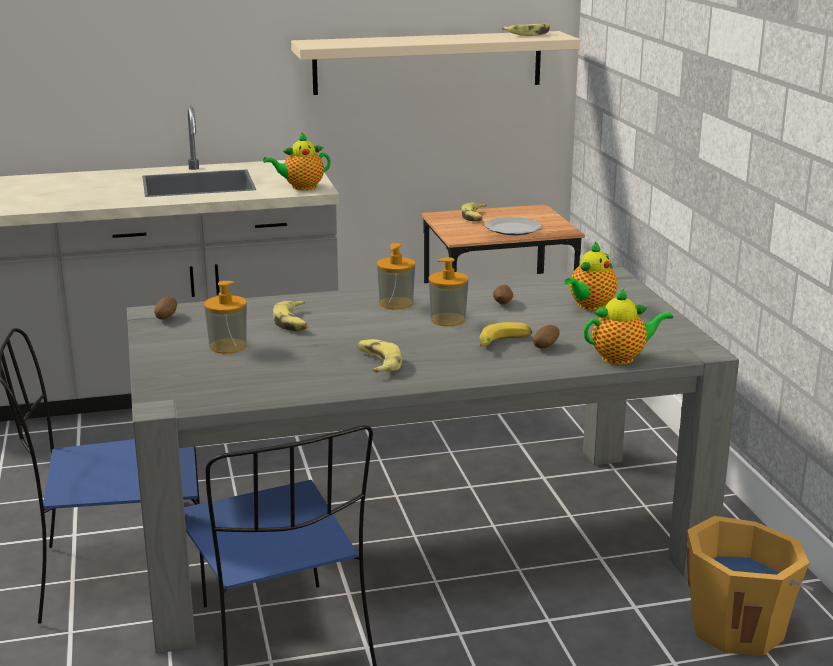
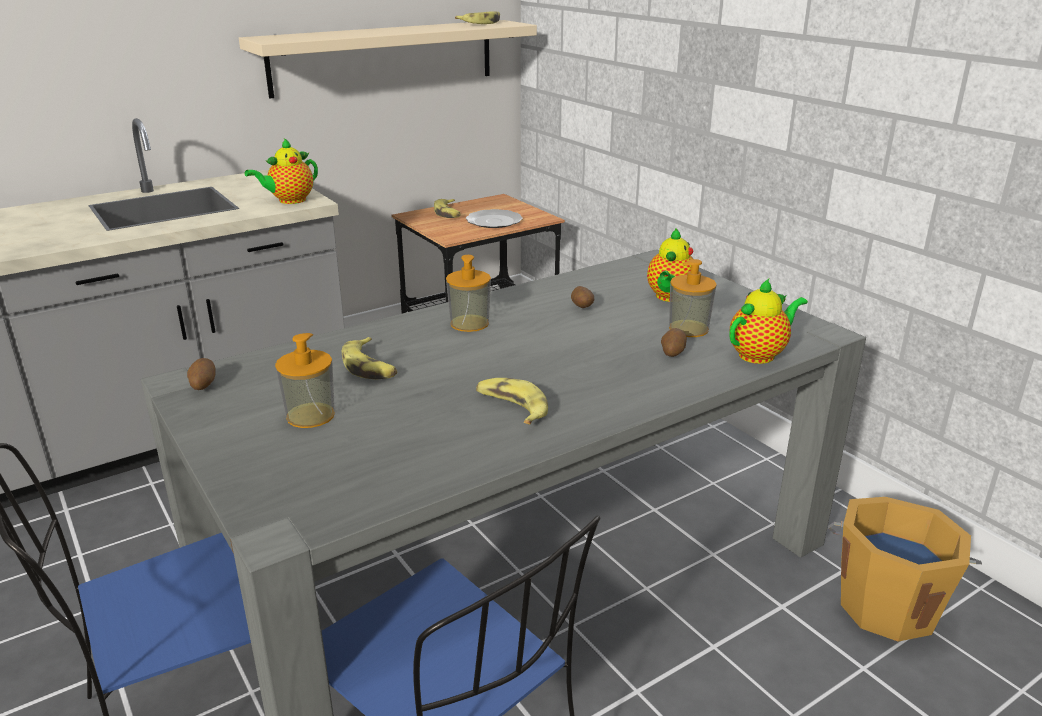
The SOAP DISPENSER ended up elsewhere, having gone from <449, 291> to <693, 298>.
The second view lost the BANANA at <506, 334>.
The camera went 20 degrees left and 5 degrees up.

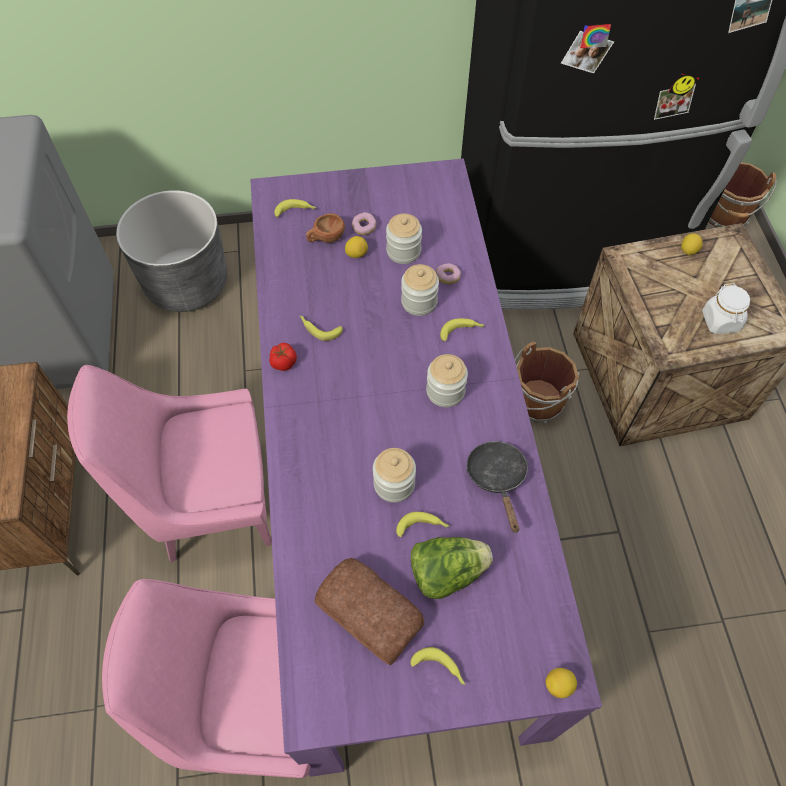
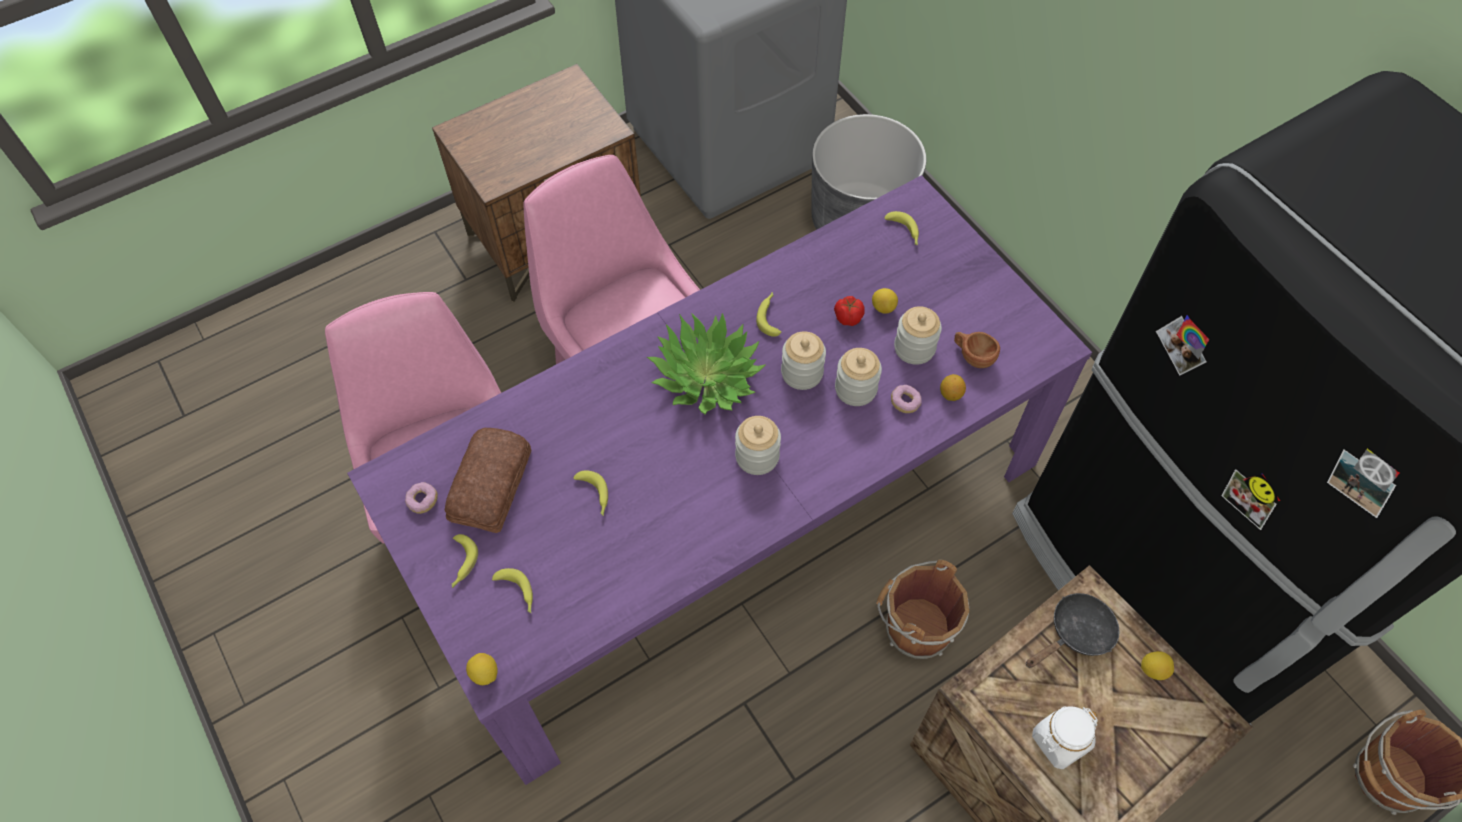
The TOMATO ended up elsewhere, having gone from <283, 357> to <849, 311>.
The BROWN CUP ended up elsewhere, having gone from <325, 228> to <977, 350>.
The DONUT ended up elsewhere, having gone from <364, 223> to <421, 498>.
The JAR ended up elsewhere, having gone from <394, 475> to <803, 360>.
The second view lost the LETTUCE at <452, 568>.
The BANANA ended up elsewhere, having gone from <462, 329> to <512, 590>.
The BLACK FRYING PAN ended up elsewhere, having gone from <497, 487> to <1073, 630>.
The second view gained the POTTED PLANT at <706, 363>.
The second view gained the LEMON at <953, 387>.
The camera went 65 degrees right and 0 degrees up.

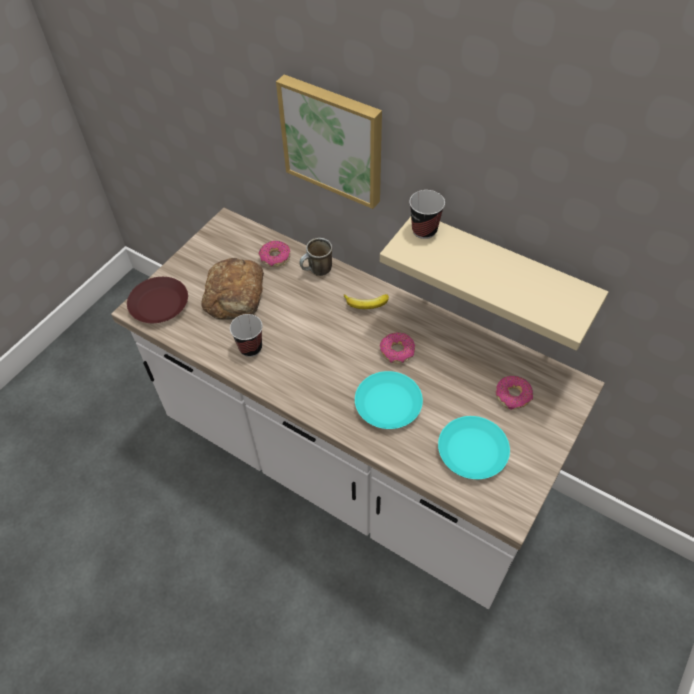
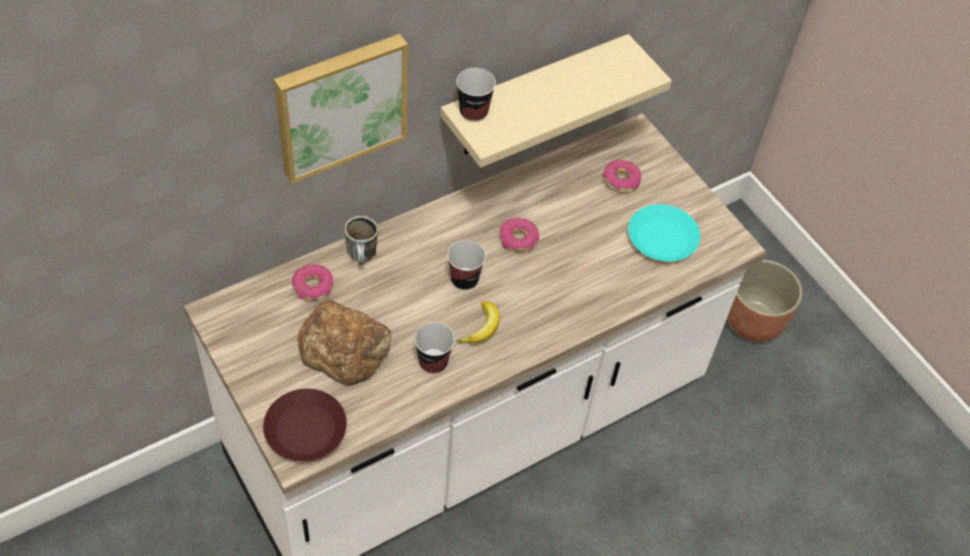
The BANANA ended up elsewhere, having gone from <366, 301> to <478, 322>.
The second view lost the TURQUOISE PLATE at <389, 400>.
The second view gained the CUP at <467, 265>.
The second view gained the PLANTER at <764, 301>.
The camera went 70 degrees left and 0 degrees up.

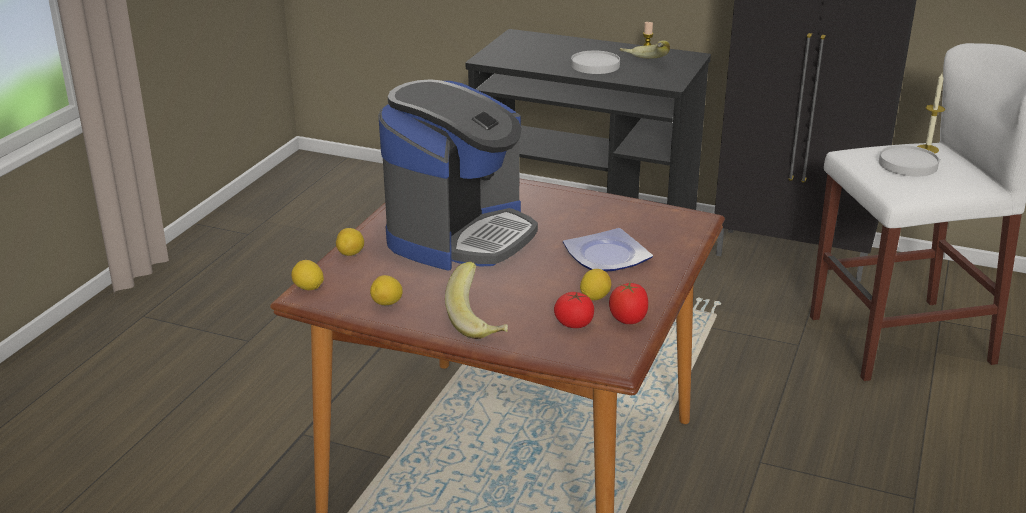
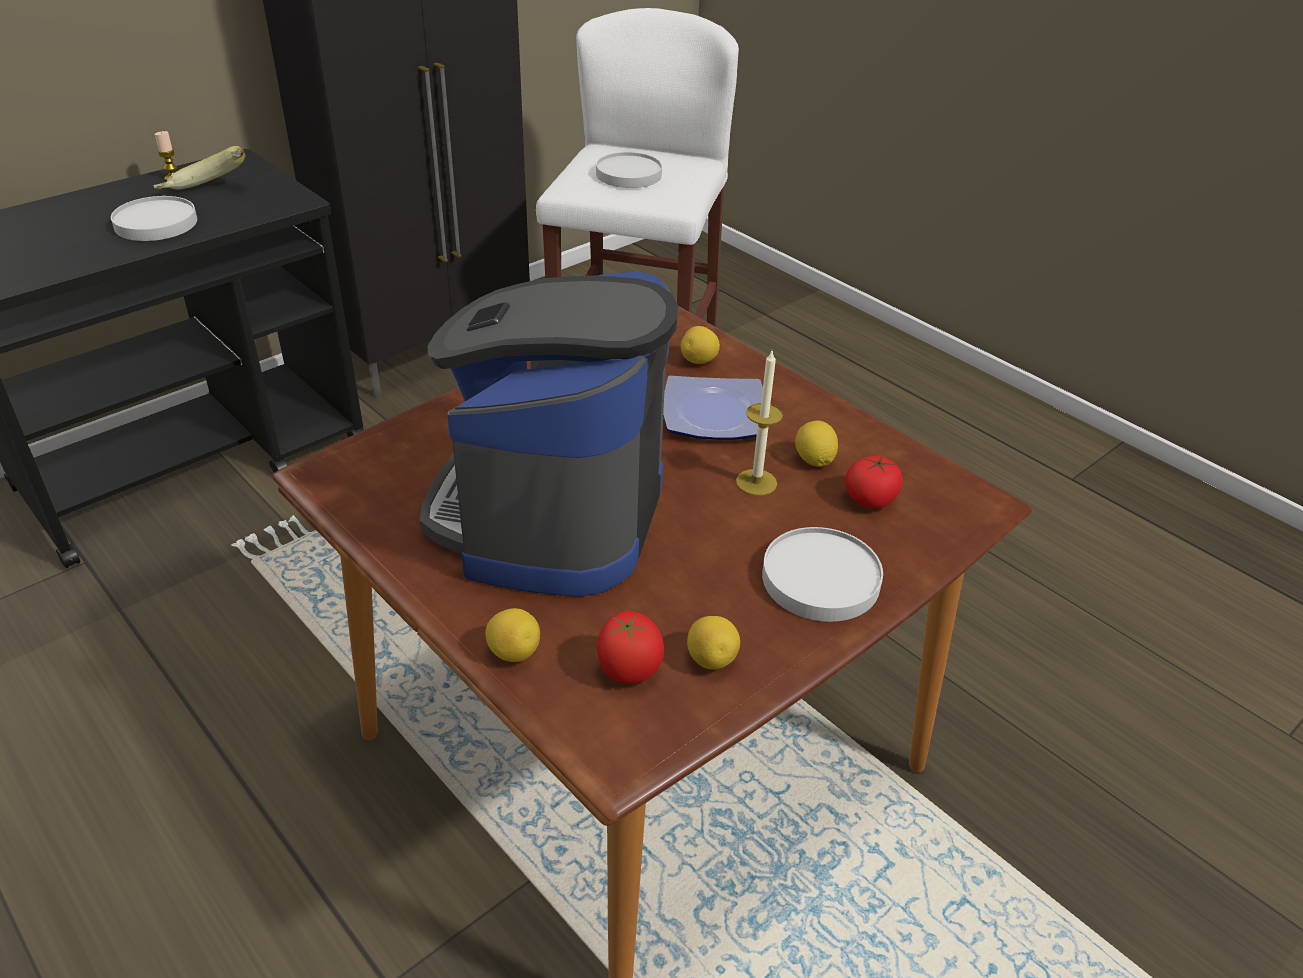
The LEMON ended up elsewhere, having gone from <307, 275> to <700, 345>.
The COFFEE MACHINE at <458, 174> ended up facing another way, 135 degrees counterclockwise from before.
Where the BANANA stood at <476, 300>, the WHITE PLATE came to stand at <822, 574>.
The TOMATO ended up elsewhere, having gone from <628, 302> to <630, 647>.
The CANDLE ended up elsewhere, having gone from <931, 113> to <759, 423>.
The camera went 65 degrees left and 10 degrees up.

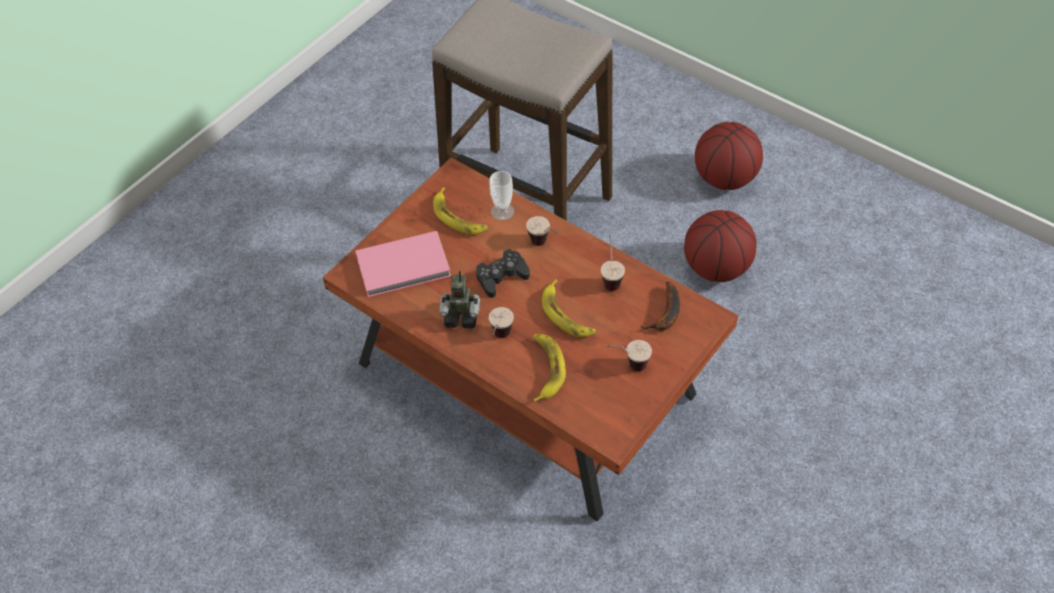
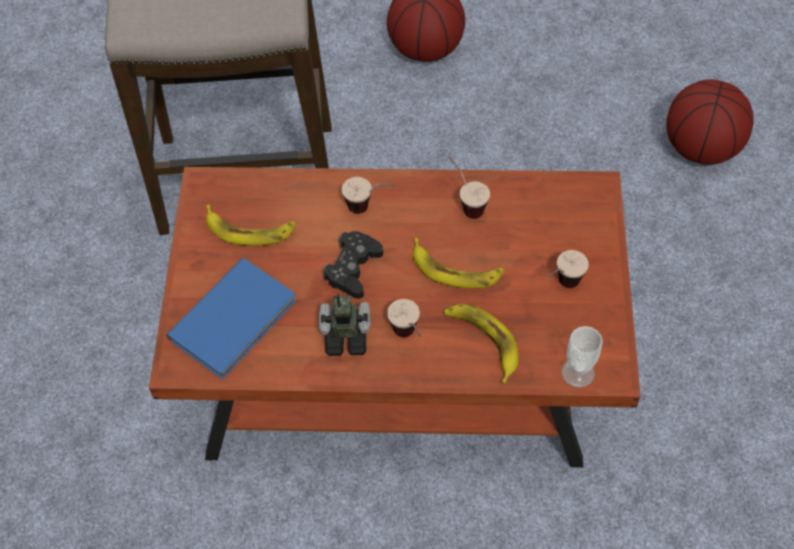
What was the PINK BOOK at <403, 264> turned into the BLUE BOOK at <231, 319>.
The TOY ROBOT at <459, 299> ended up facing another way, 150 degrees counterclockwise from before.
The CUP ended up elsewhere, having gone from <502, 195> to <582, 357>.
The second view lost the BANANA at <660, 306>.
The BASKETBALL ended up elsewhere, having gone from <720, 246> to <710, 122>.
The camera went 35 degrees left and 5 degrees up.

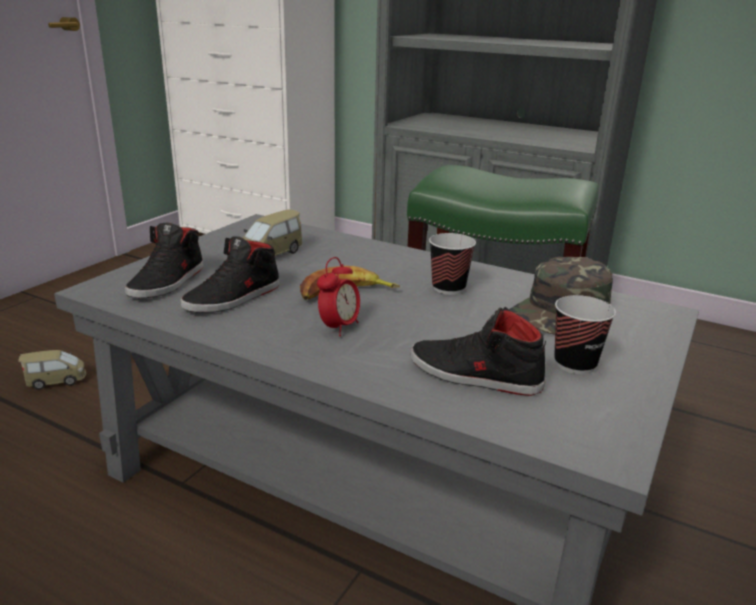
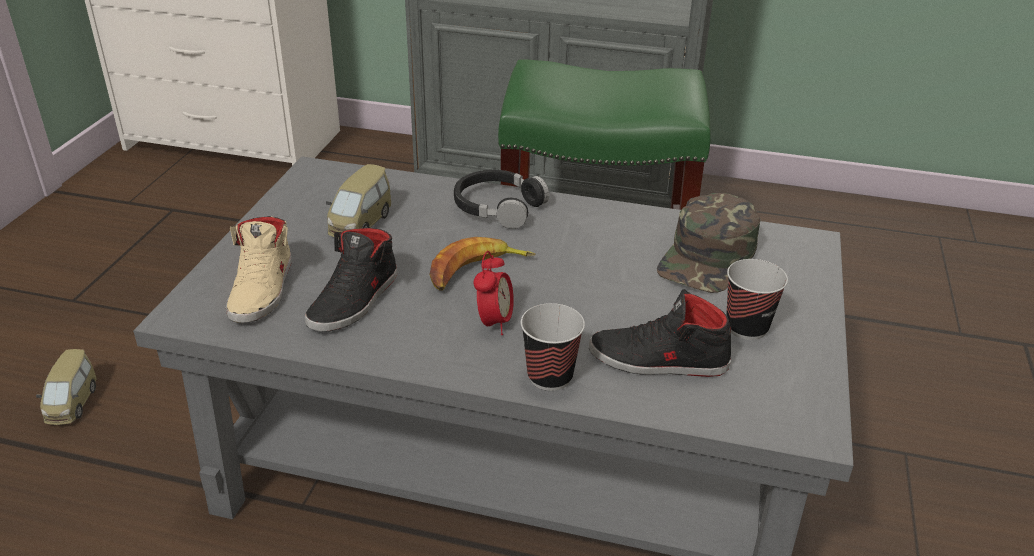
The TOY CAR at <52, 370> ended up facing another way, 120 degrees clockwise from before.
What was the BLACK SHOE at <164, 260> turned into the BEIGE SHOE at <258, 269>.
The CUP ended up elsewhere, having gone from <452, 264> to <553, 347>.
The second view gained the BLACK HEADPHONES at <501, 199>.
The camera went 15 degrees left and 10 degrees up.

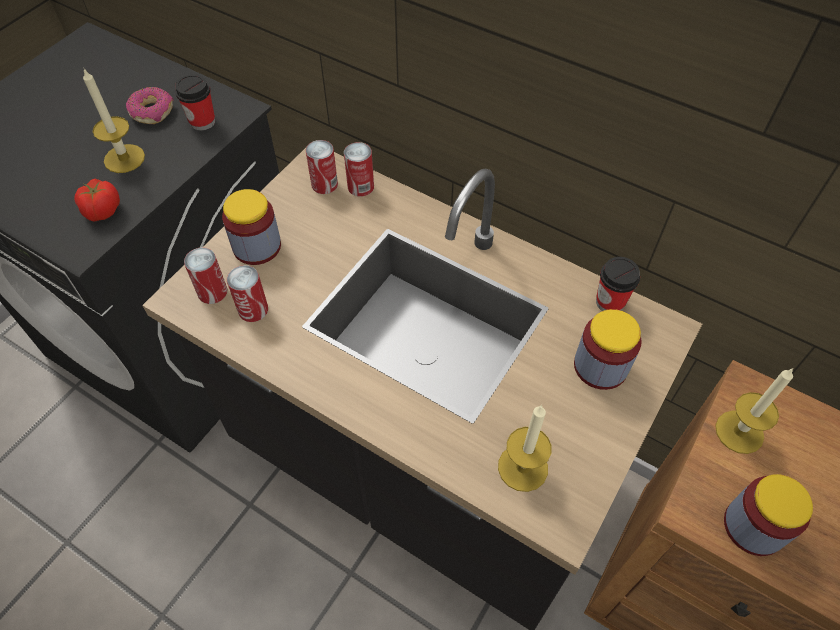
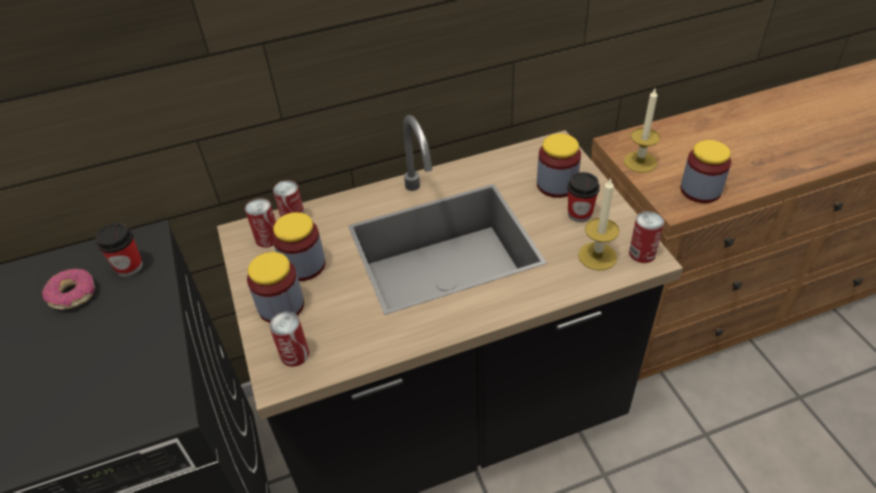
The second view lost the TOMATO at <97, 200>.
The second view lost the CANDLE at <114, 121>.
The CAN ended up elsewhere, having gone from <247, 293> to <646, 237>.
The CUP ended up elsewhere, having gone from <618, 284> to <583, 197>.
The second view gained the JAR at <299, 246>.
The camera went 50 degrees left and 10 degrees down.

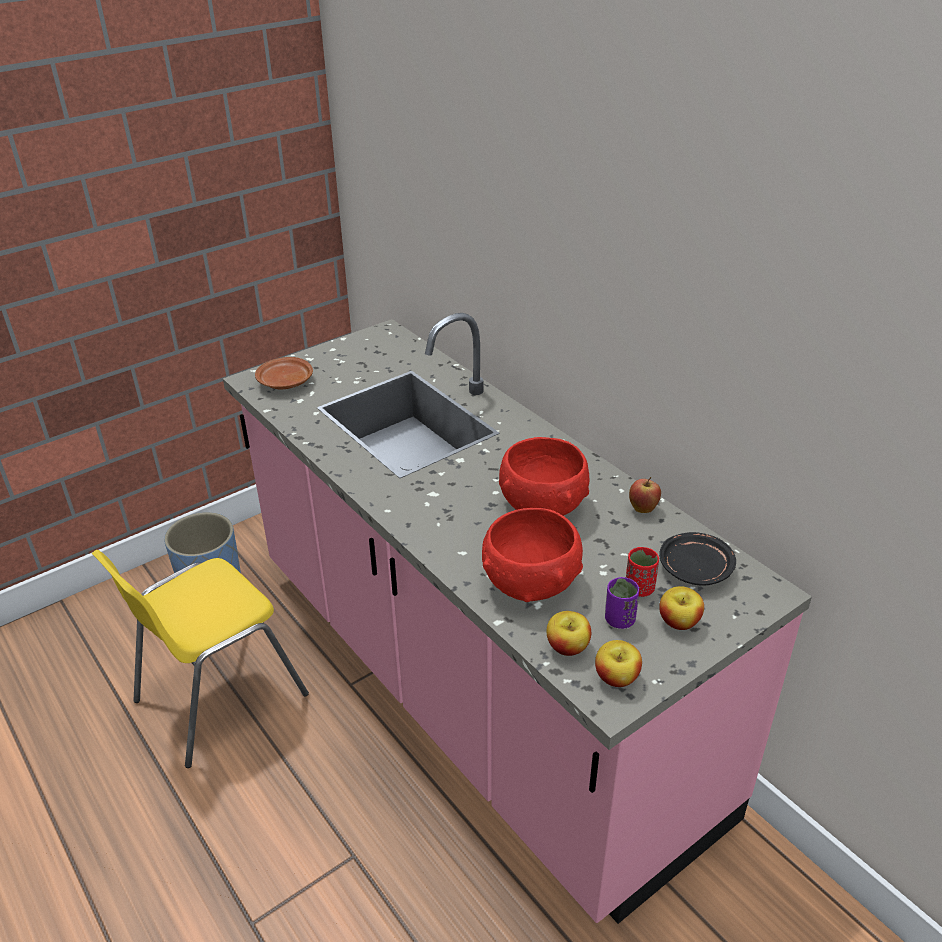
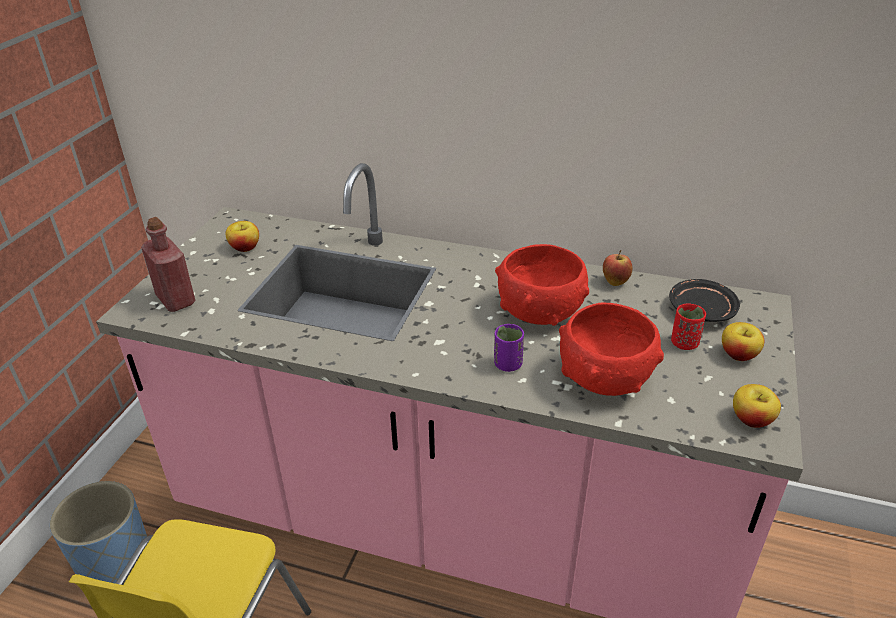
Where the BROWN PLATE stood at <284, 373>, the RED BOTTLE came to stand at <168, 264>.
The APPLE ended up elsewhere, having gone from <569, 633> to <242, 236>.
The PURPLE CUP ended up elsewhere, having gone from <622, 603> to <509, 348>.
The camera went 35 degrees left and 0 degrees up.

